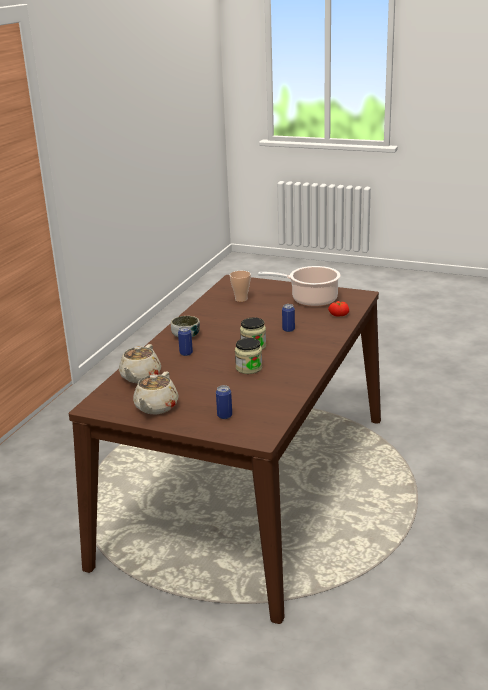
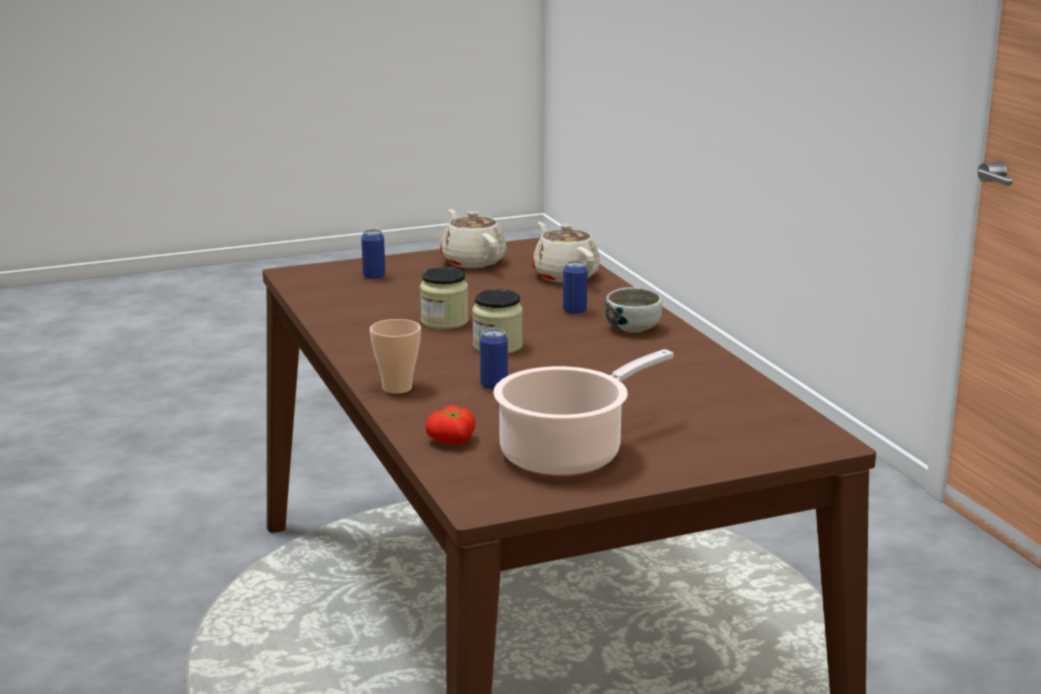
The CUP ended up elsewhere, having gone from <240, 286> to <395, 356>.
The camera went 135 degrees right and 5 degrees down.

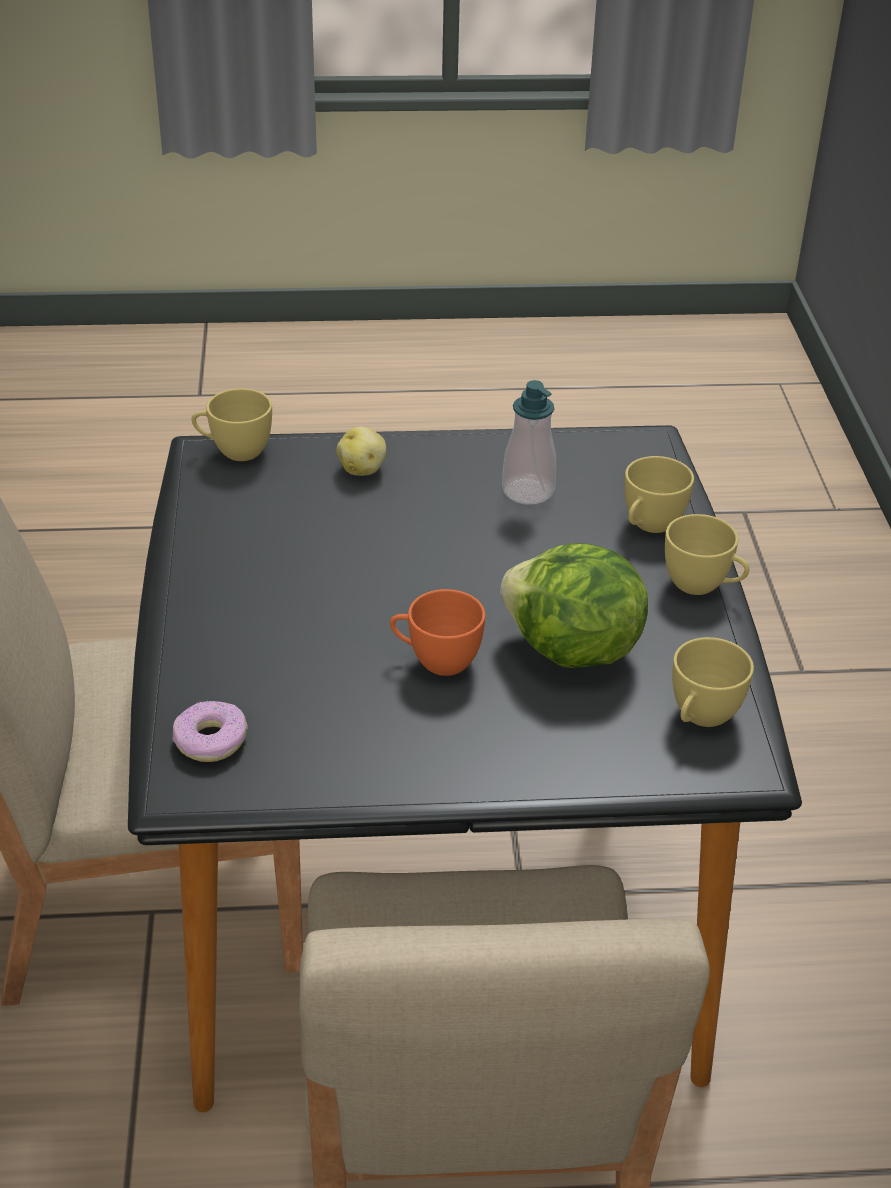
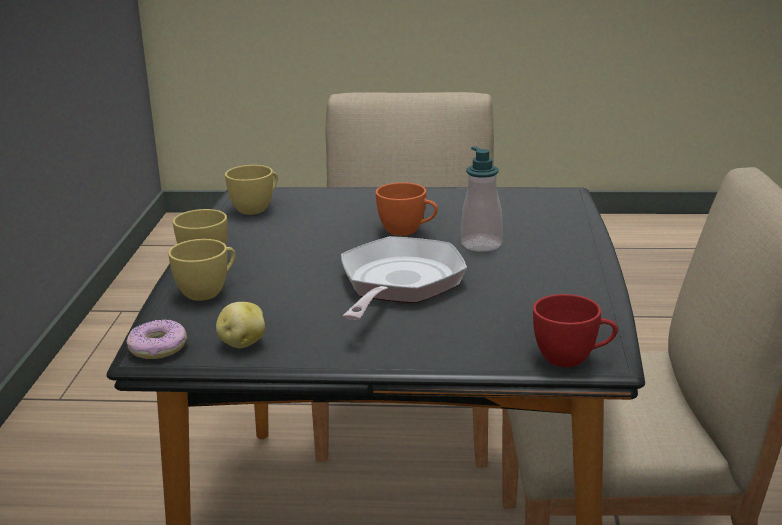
The DONUT ended up elsewhere, having gone from <210, 731> to <156, 339>.
What was the YELLOW CUP at <231, 424> turned into the RED CUP at <575, 330>.
The POTATO ended up elsewhere, having gone from <361, 451> to <240, 325>.
The second view lost the LETTUCE at <574, 605>.
The SOAP DISPENSER ended up elsewhere, having gone from <529, 442> to <482, 199>.
The second view gained the FRYING PAN at <404, 278>.
The camera went 170 degrees left and 15 degrees down.

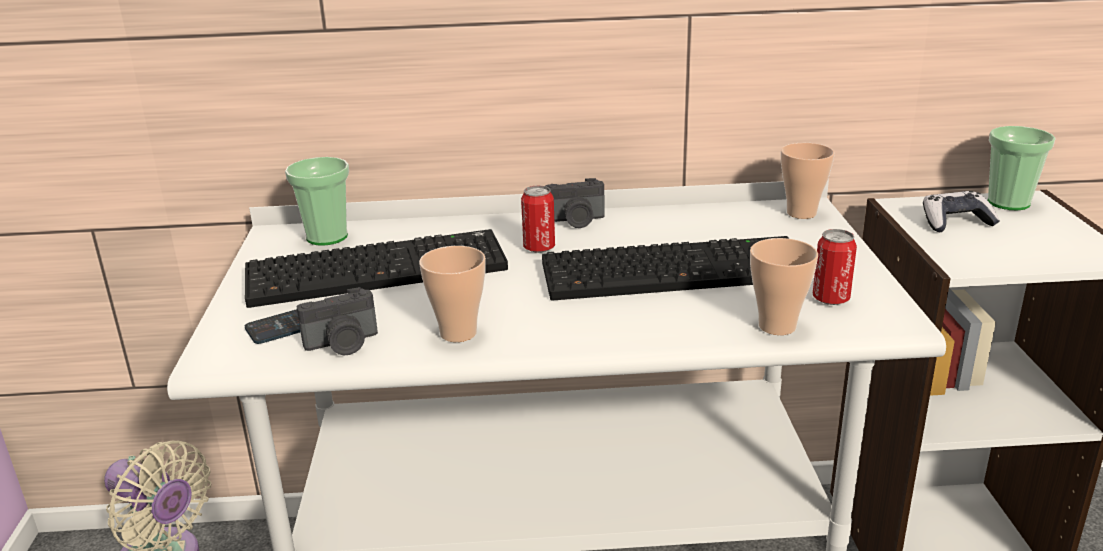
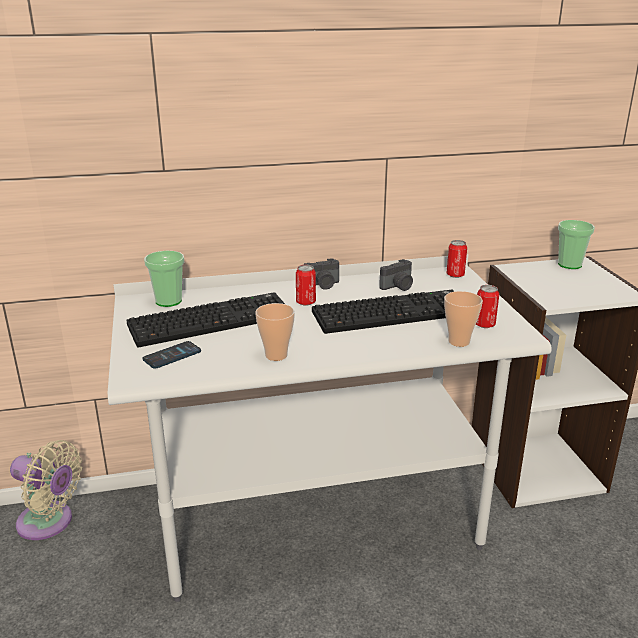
The PHOTO CAMERA ended up elsewhere, having gone from <337, 321> to <396, 275>.
Where the CUP stood at <808, 181>, the CAN came to stand at <456, 259>.
The second view lost the GAME CONTROLLER at <961, 211>.
The camera went 10 degrees left and 0 degrees up.

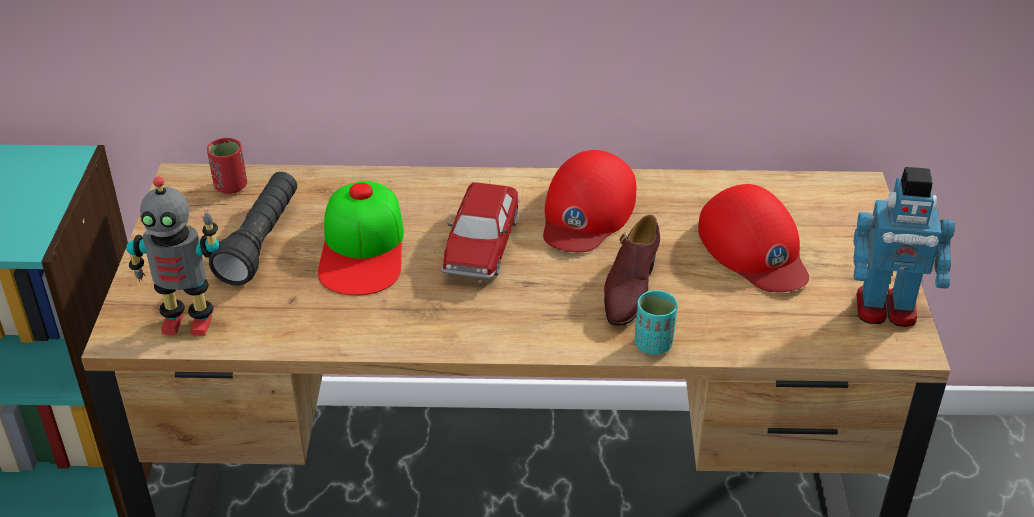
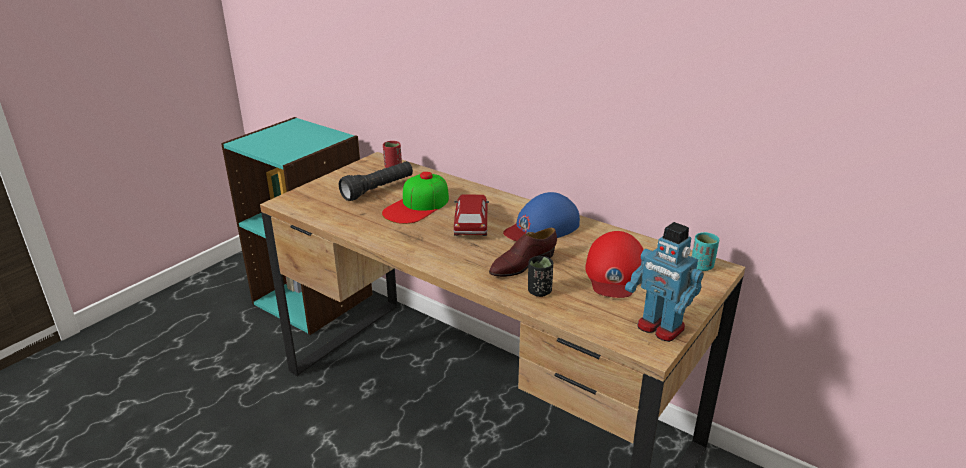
The second view lost the TOY ROBOT at <172, 256>.
The TOY CAR at <480, 230> ended up facing another way, 135 degrees clockwise from before.
What was the RED CAP at <589, 201> turned into the BLUE CAP at <541, 216>.
The TURQUOISE CUP ended up elsewhere, having gone from <656, 322> to <705, 251>.
The second view gained the BLACK CUP at <540, 276>.
The camera went 35 degrees right and 10 degrees down.

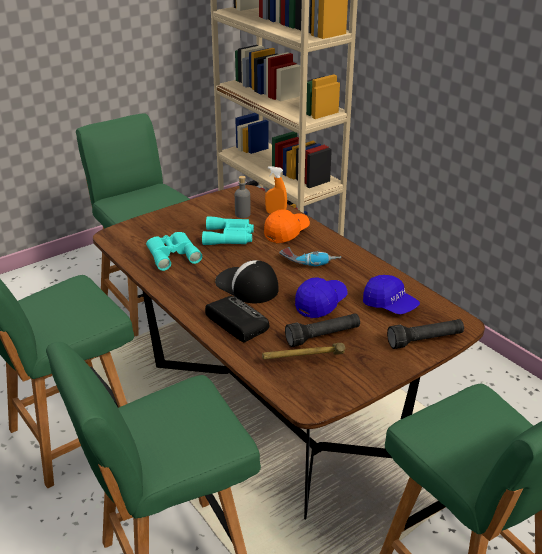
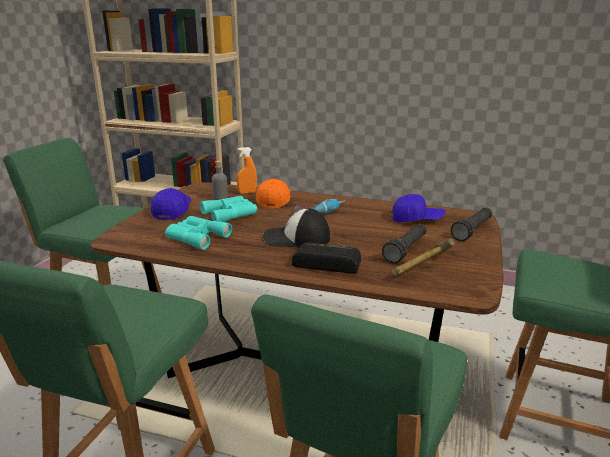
The BLUE CAP ended up elsewhere, having gone from <321, 297> to <171, 204>.
The camera went 35 degrees left and 10 degrees down.

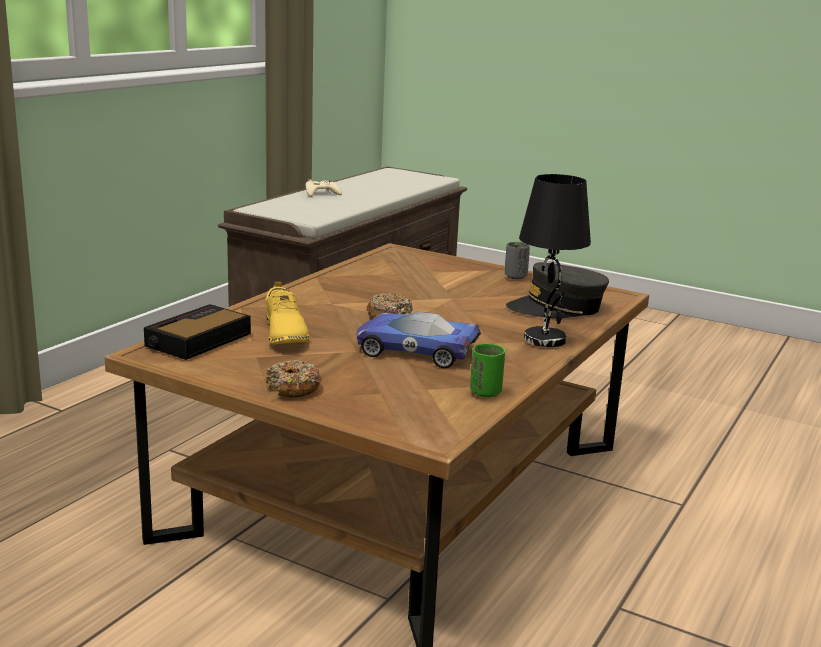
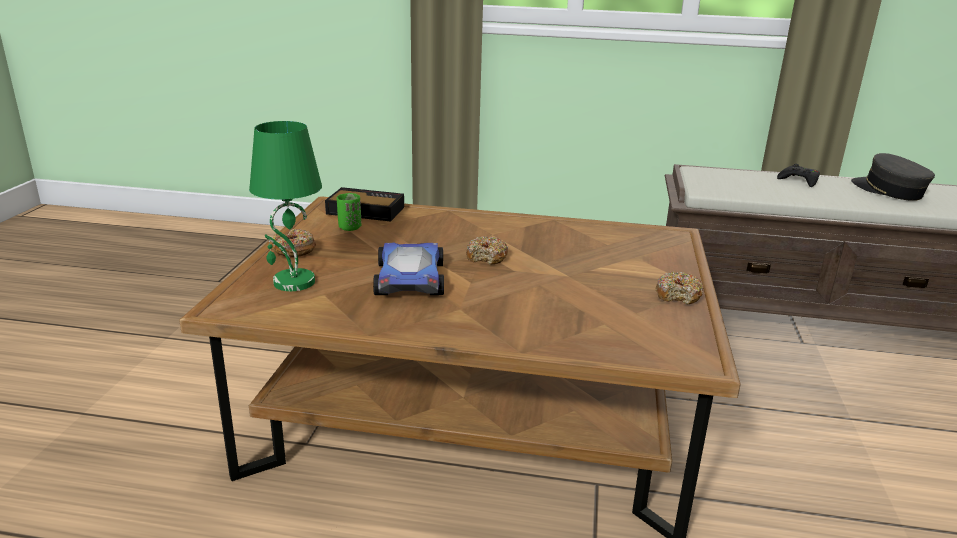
The second view lost the YELLOW SHOE at <288, 313>.
What was the BEIGE GAME CONTROLLER at <324, 188> turned into the BLACK GAME CONTROLLER at <798, 175>.
The GREEN CUP ended up elsewhere, having gone from <487, 370> to <349, 212>.
Where the GREY CUP stood at <517, 260>, the DONUT came to stand at <679, 288>.
The GREY CAP ended up elsewhere, having gone from <557, 290> to <893, 177>.
The second view lost the BLACK TABLE LAMP at <555, 260>.
The second view gained the GREEN TABLE LAMP at <285, 206>.
The camera went 70 degrees right and 5 degrees up.

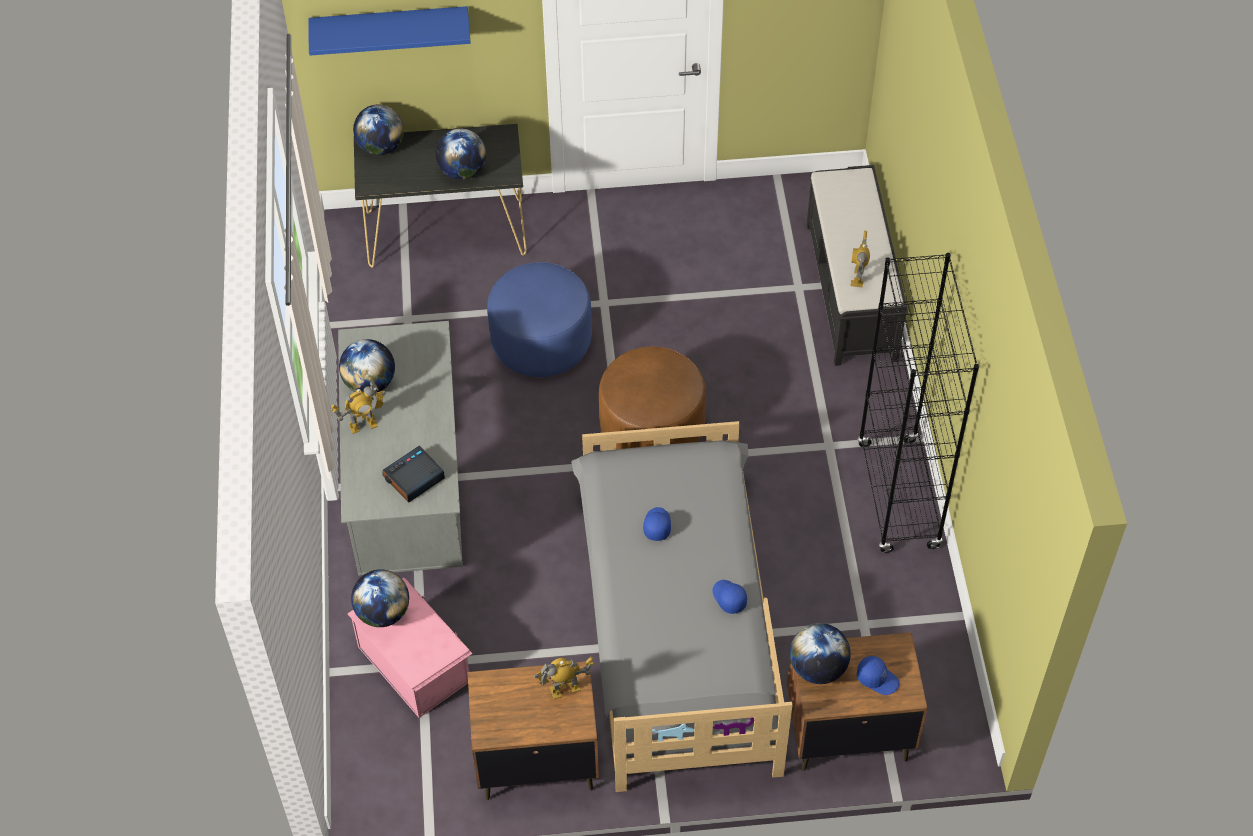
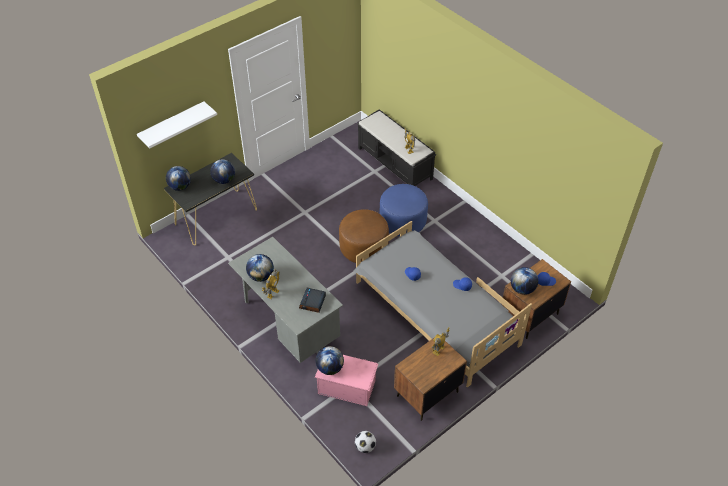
What was the BLUE SHELF at <389, 30> turned into the WHITE SHELF at <177, 125>.
The BLUE OTTOMAN ended up elsewhere, having gone from <539, 319> to <404, 210>.
The second view lost the BLACK BOOKCASE at <918, 403>.
The second view gained the FOOTBALL at <365, 442>.
The camera went 35 degrees left and 5 degrees down.

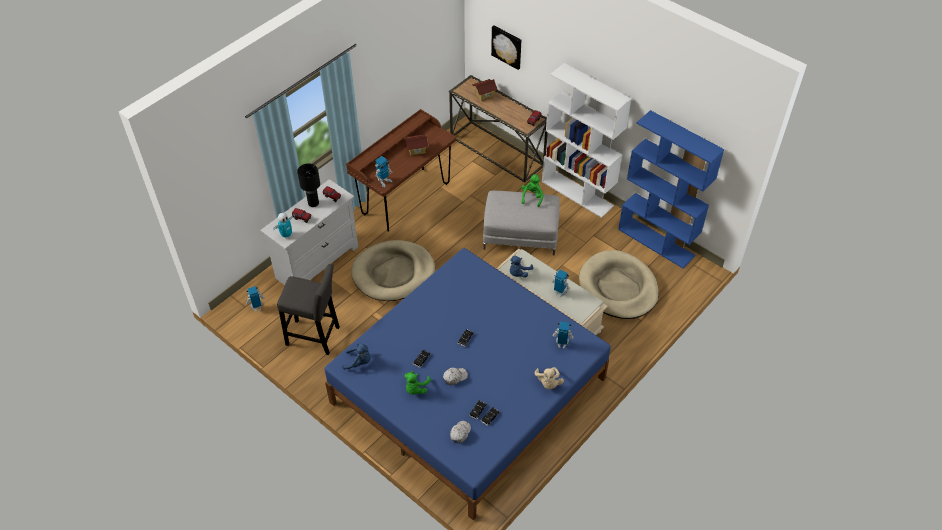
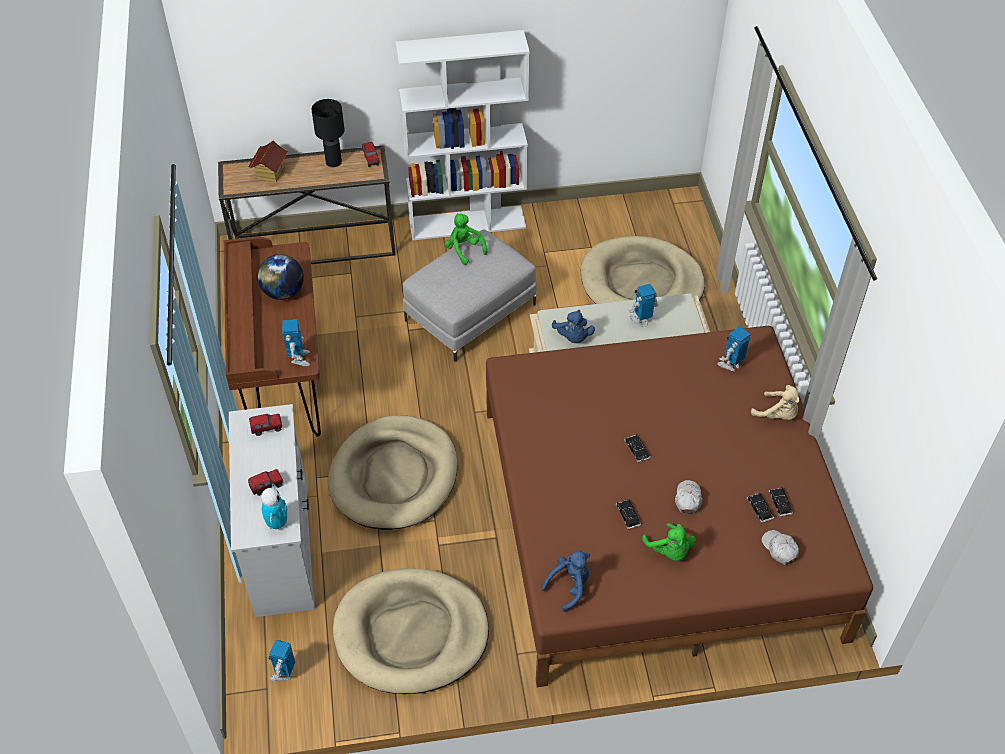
Where the GREY STOOL stood at <308, 309>, the BEIGE DOG BED came to stand at <411, 631>.
The BLACK TABLE LAMP ended up elsewhere, having gone from <308, 185> to <328, 133>.
What was the BLUE BED at <468, 384> turned into the BROWN BED at <679, 506>.
Where the TOY HOUSE stood at <416, 145>, the GLOBE came to stand at <281, 277>.
The second view lost the PICTURE at <506, 47>.
The second view lost the BLUE BOOKCASE at <671, 189>.
The camera went 50 degrees left and 0 degrees up.

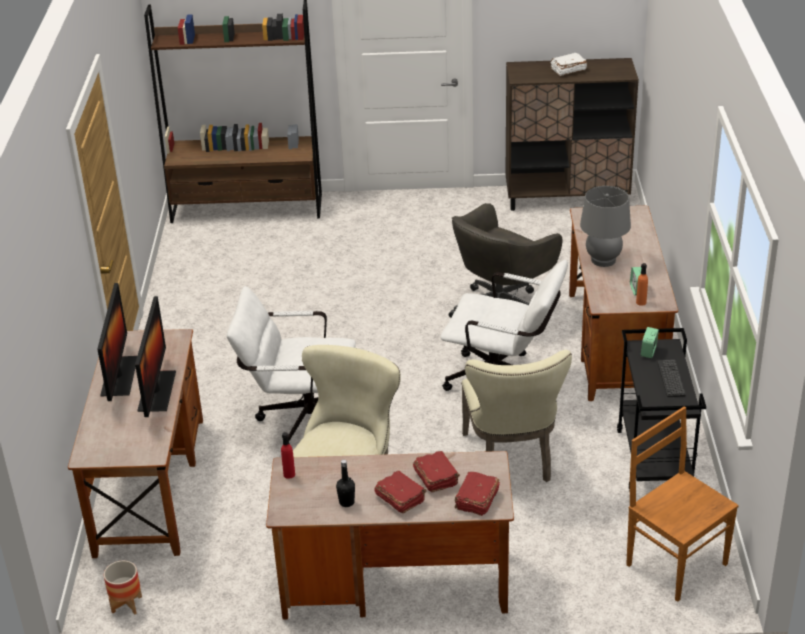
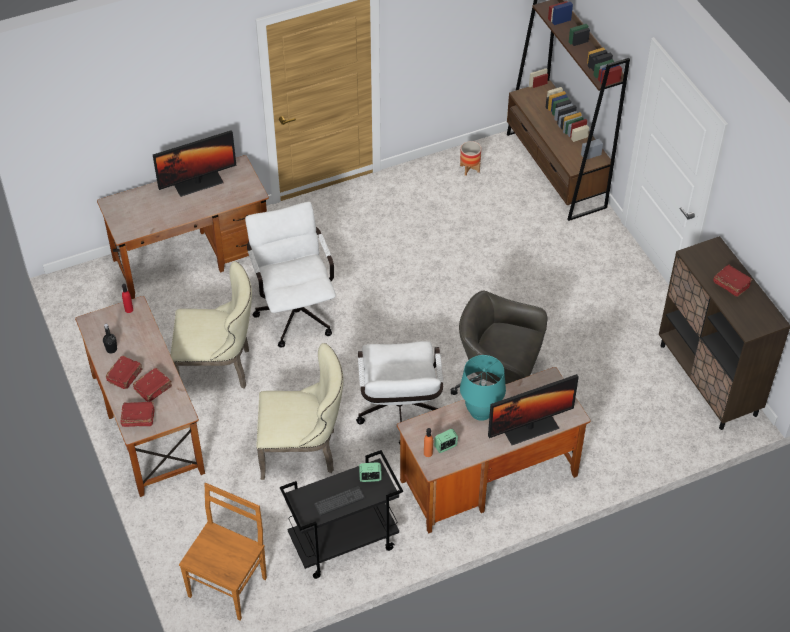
The PLANTER ended up elsewhere, having gone from <123, 588> to <470, 158>.
The MONITOR ended up elsewhere, having gone from <155, 356> to <533, 409>.
The BEIGE CHAIR at <516, 416> ended up facing another way, 150 degrees counterclockwise from before.
What was the WHITE BOOK at <568, 64> turned into the RED BOOK at <733, 280>.
What was the GREY TABLE LAMP at <605, 226> turned into the TURQUOISE TABLE LAMP at <483, 388>.
The camera went 65 degrees right and 15 degrees up.

